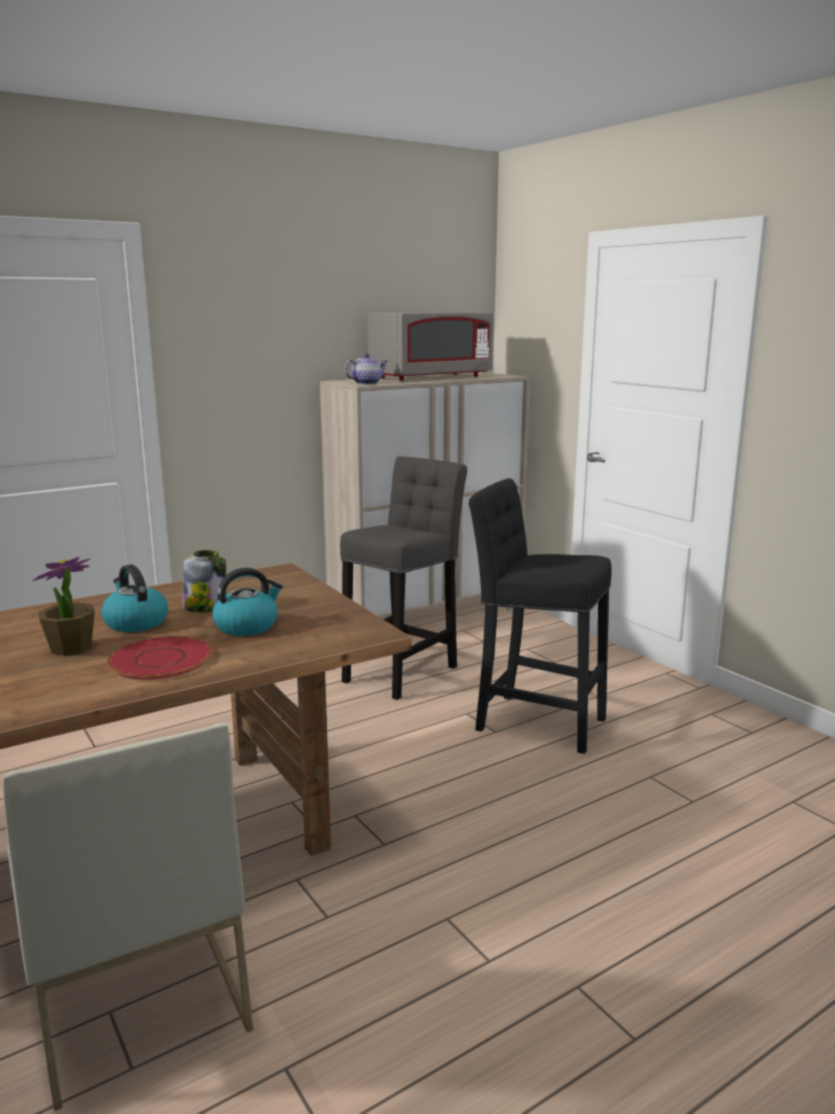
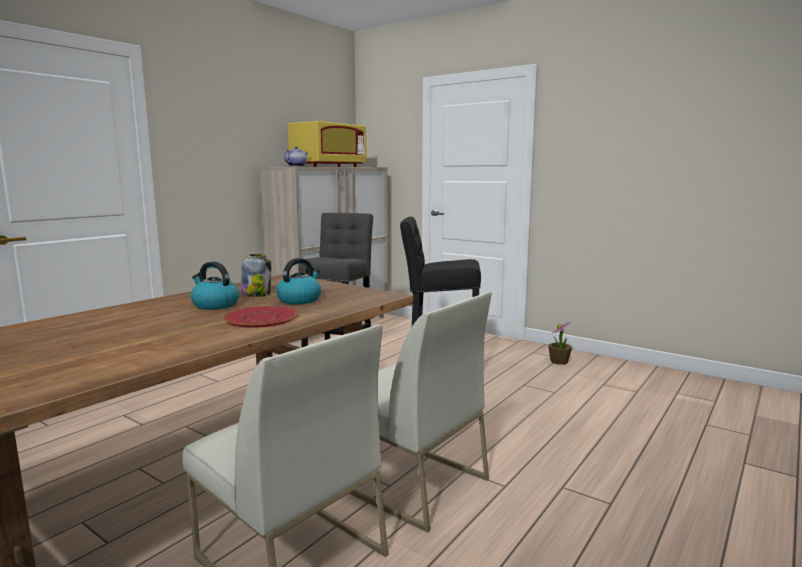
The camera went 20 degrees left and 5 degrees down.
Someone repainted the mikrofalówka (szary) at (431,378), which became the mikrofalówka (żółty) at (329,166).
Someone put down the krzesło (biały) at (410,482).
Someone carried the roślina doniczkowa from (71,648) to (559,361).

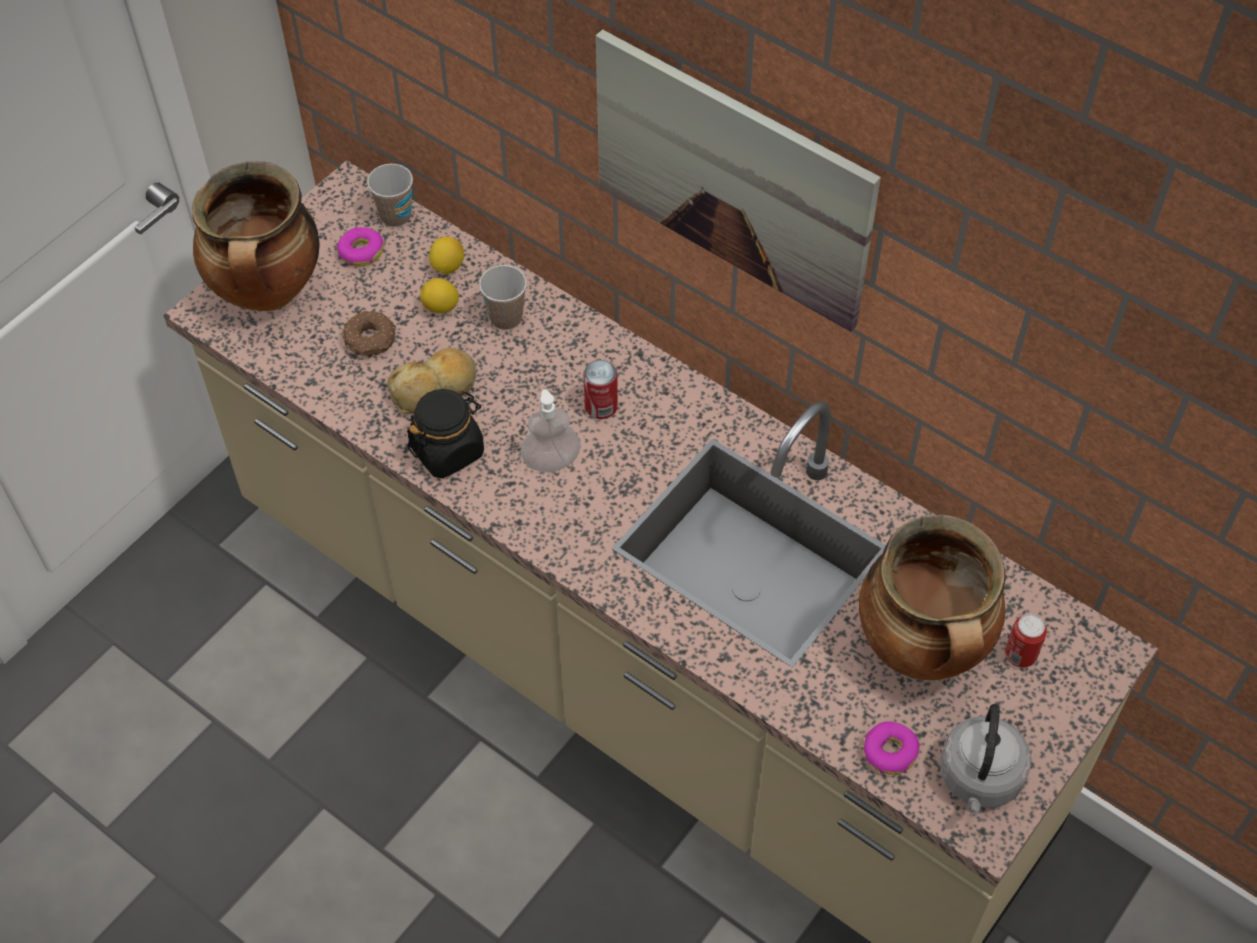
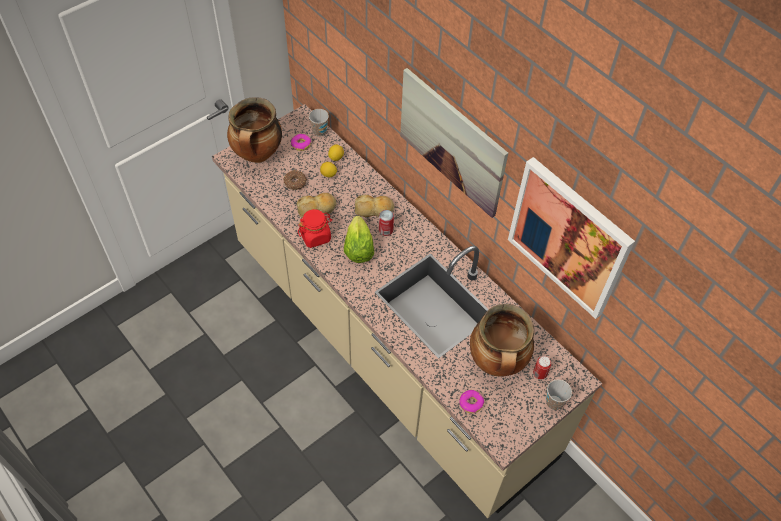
The camera went 10 degrees right and 0 degrees up.
Someone repainted the słoik (czarny) at (448,450), which became the słoik (czerwony) at (315,236).
Someone swapped the dozownik mydła at (551,461) for the sałata at (358,249).
Someone put down the chleb at (374,210).
Someone put up the obraz at (568,237).
Someone carried the filiżanka from (506,318) to (554,402).
Someone took away the czajnik (szary) at (979,779).

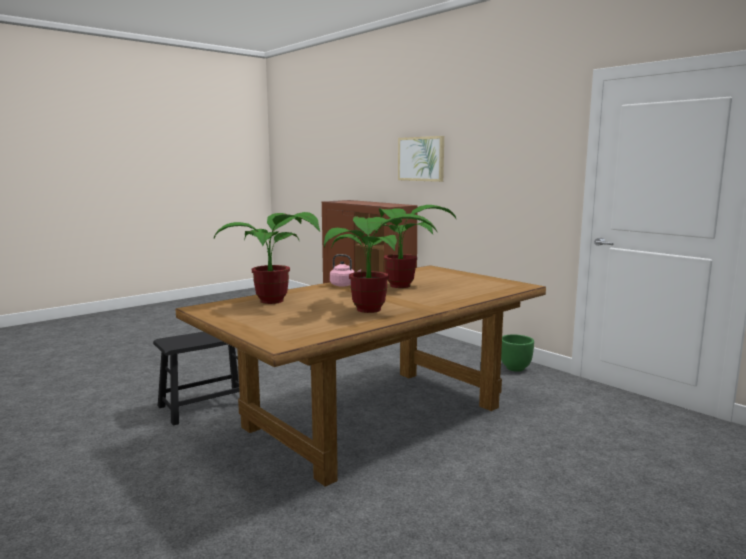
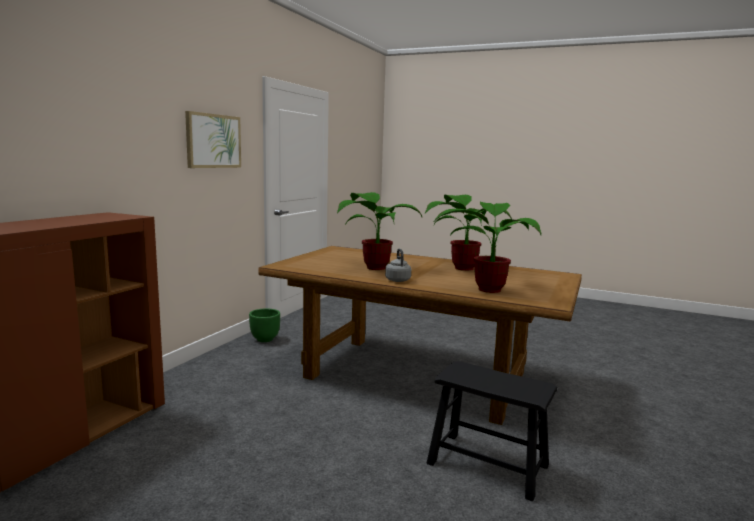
The camera went 115 degrees left and 0 degrees up.
Someone carried the obraz from (421,159) to (213,141).
Someone repainted the czajnik (różowy) at (344,285), which became the czajnik (szary) at (397,280).

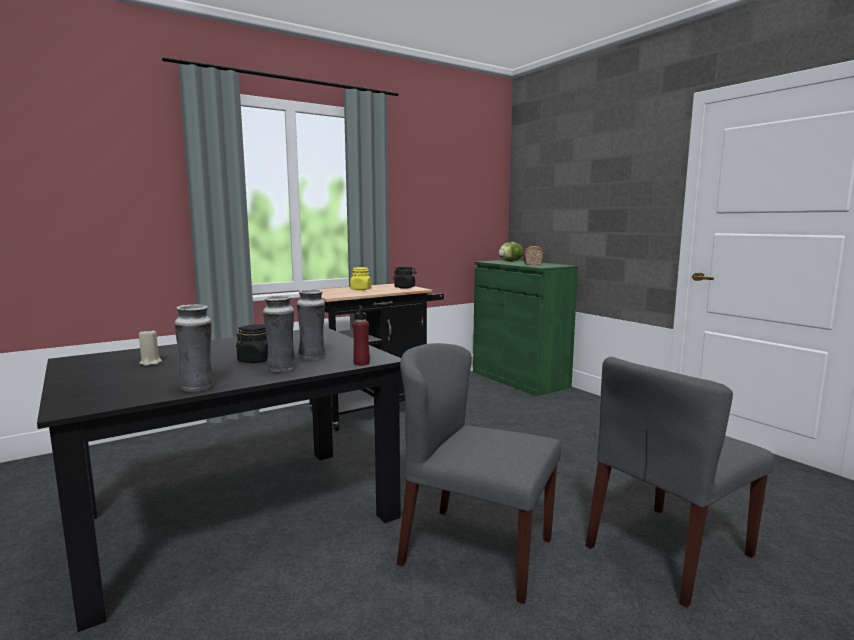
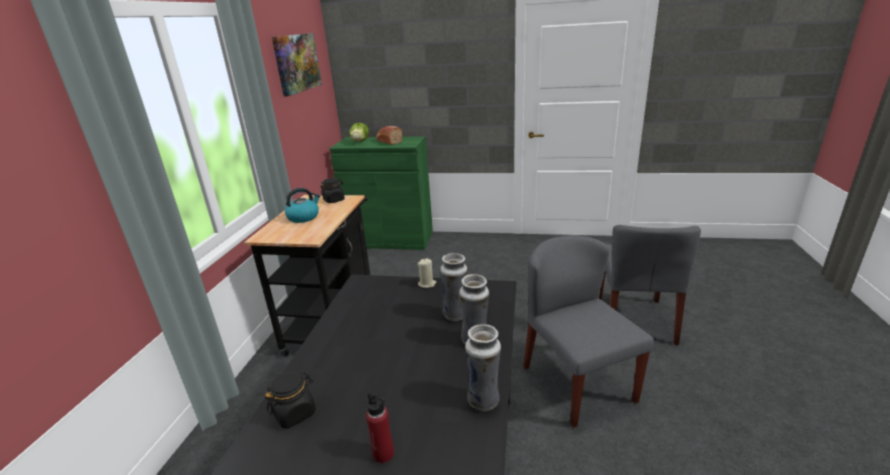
The camera went 45 degrees left and 15 degrees up.
Someone carried the słoik (czarny) from (256,360) to (295,413).
Someone put up the obraz at (296,63).
Someone swapped the słoik (żółty) at (361,289) for the czajnik at (304,217).
Someone carried the butelka (czerwony) from (361,363) to (383,454).
Someone carried the świeca (beżowy) from (151,363) to (427,284).
Someone rotated the krzesło (szary) at (475,551) by 90 degrees clockwise.

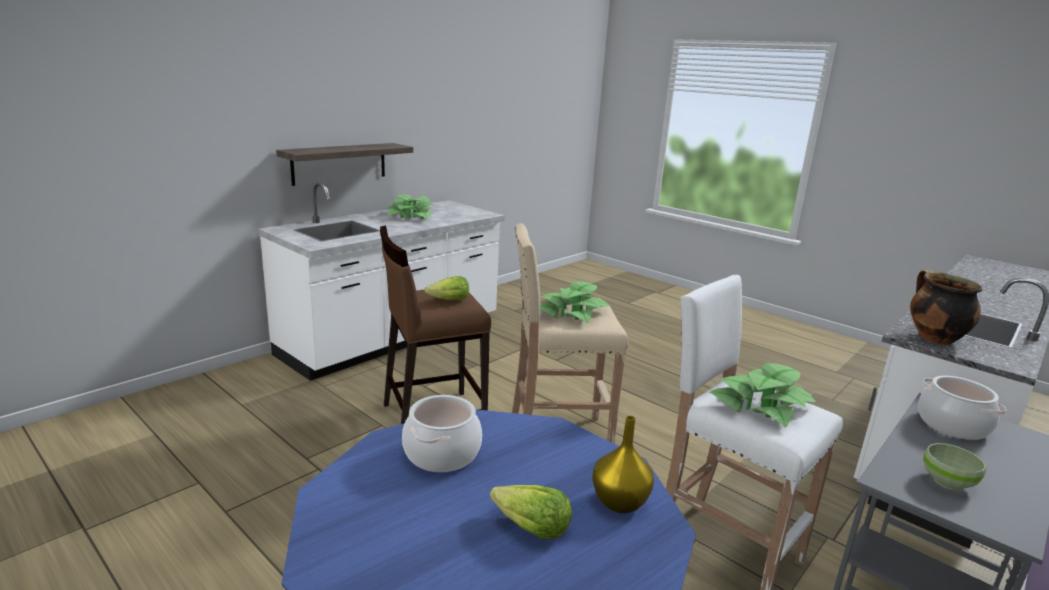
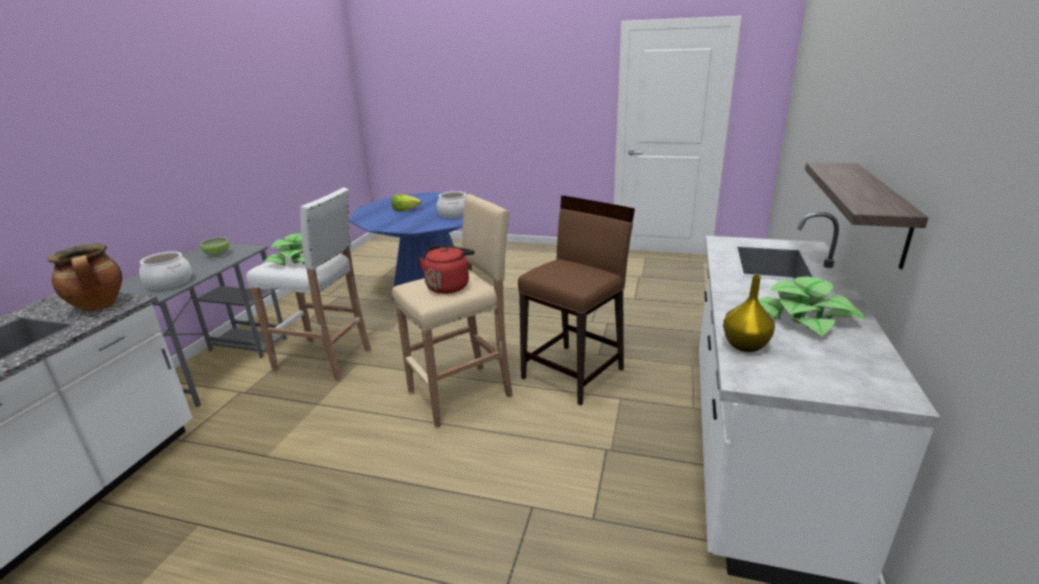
The camera went 155 degrees right and 5 degrees up.
Someone swapped the roślina doniczkowa at (571,313) for the czajnik (czerwony) at (449,286).
Someone carried the wazon (żółty) from (618,503) to (745,345).
Someone took away the sałata at (449,300).

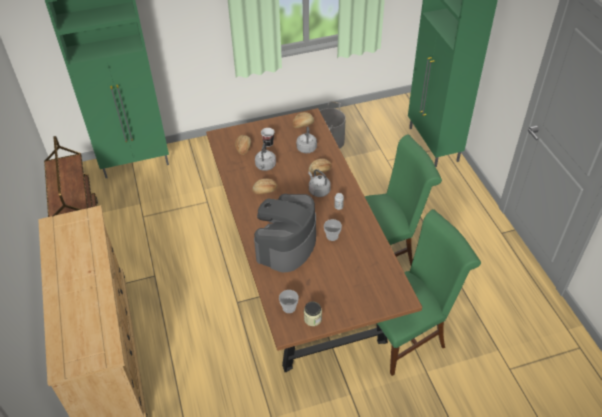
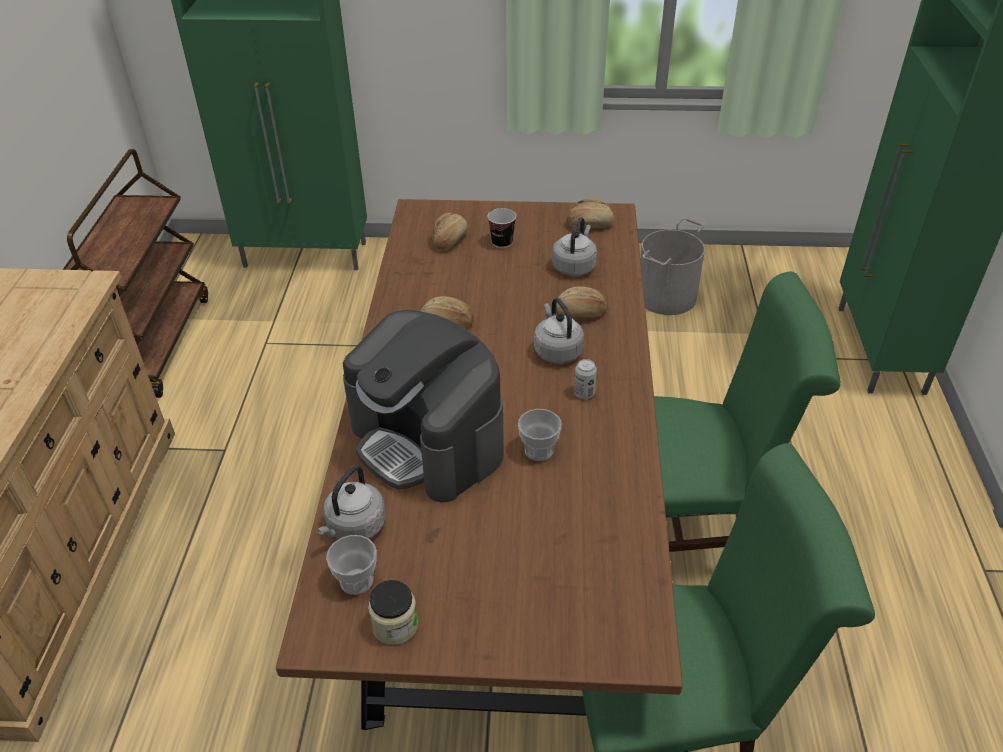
The camera went 20 degrees right and 5 degrees down.
Someone carried the czajnik (szary) from (265,166) to (354,528).
Someone rotated the ekspres do kawy at (286,245) by 90 degrees counterclockwise.

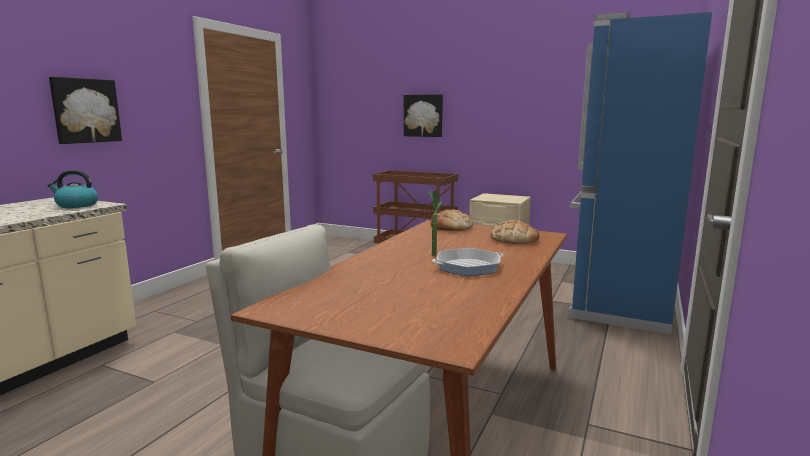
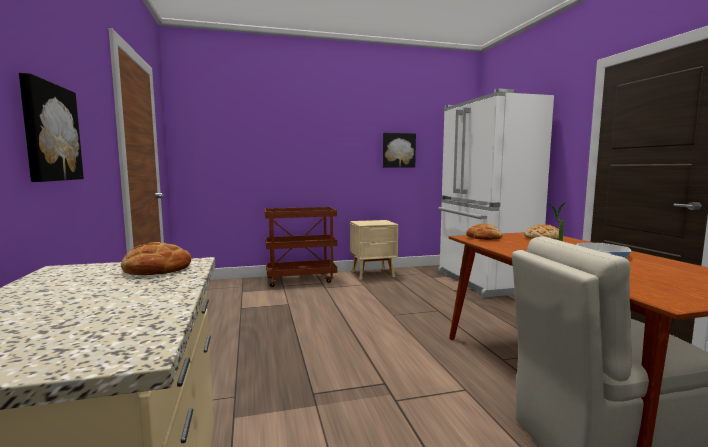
The camera went 40 degrees left and 5 degrees down.
Someone swapped the czajnik at (76,205) for the chleb at (157,268).
Someone carried the obraz from (423,115) to (398,150).
Someone repainted the lodówka (niebieski) at (618,302), which became the lodówka (biały) at (483,282).

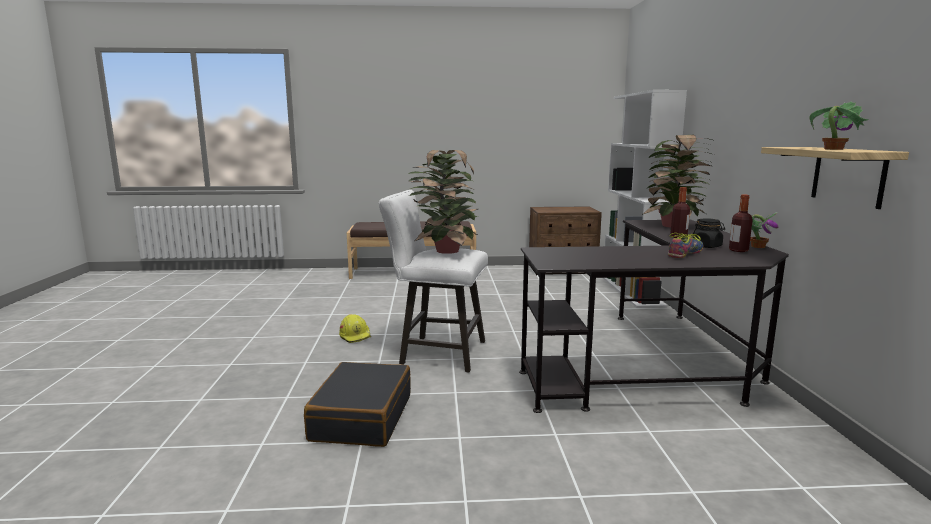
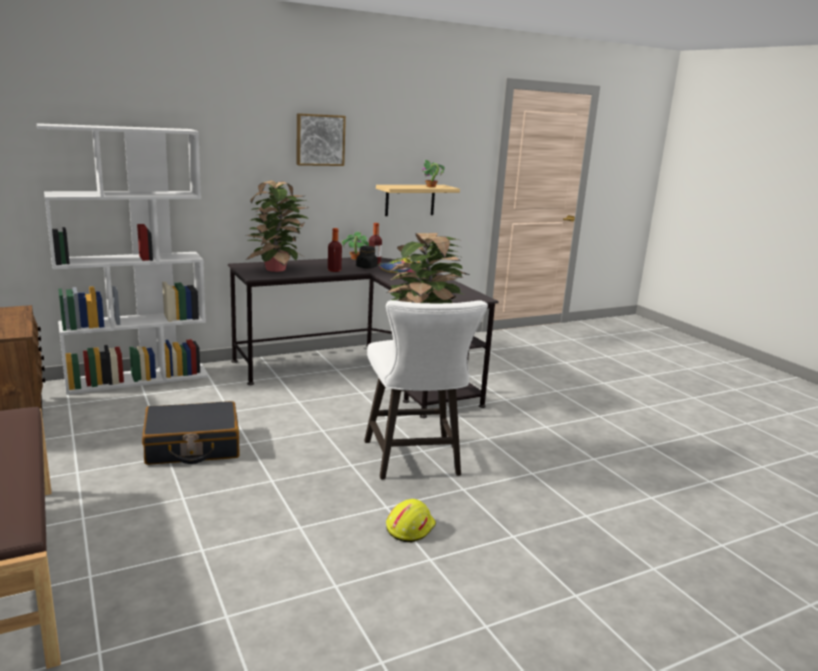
The camera went 115 degrees left and 5 degrees up.
Someone carried the walizka (czarny) from (361,417) to (192,446).
Someone put up the obraz at (320,140).

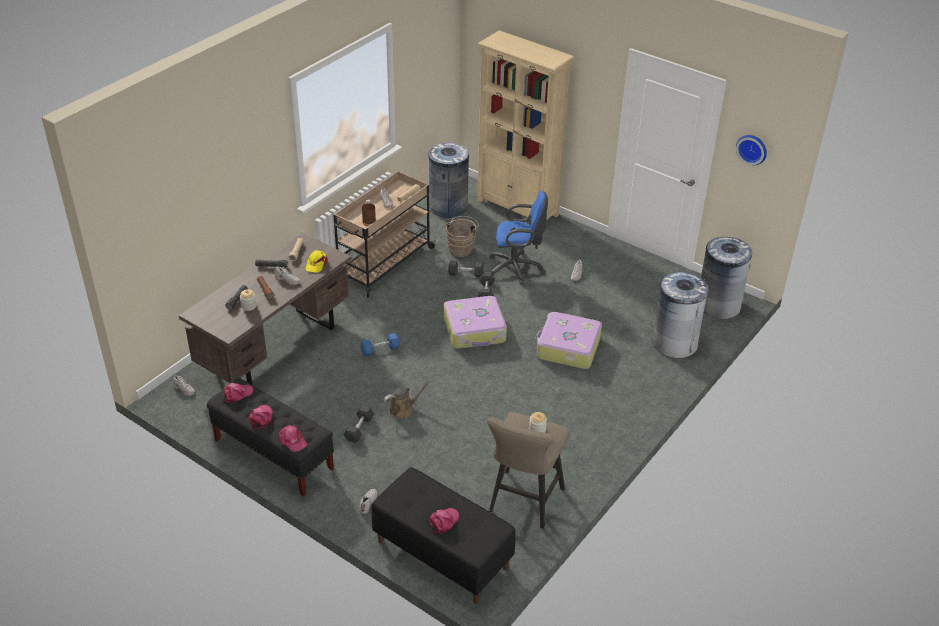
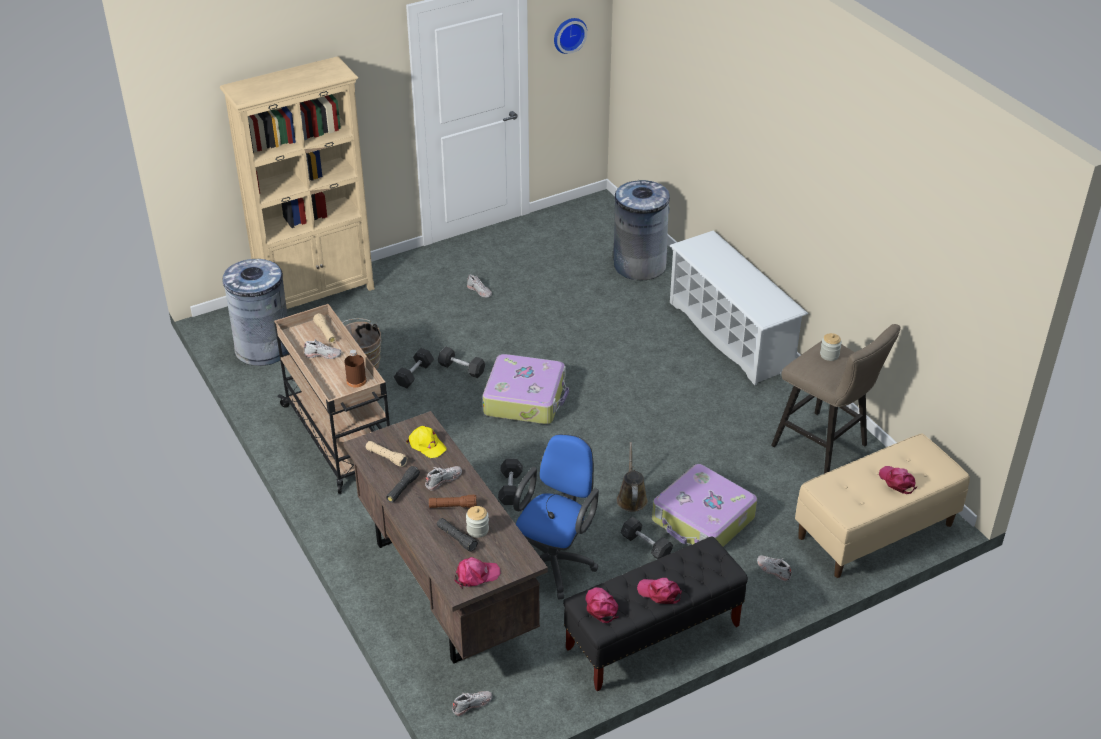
The camera went 65 degrees left and 0 degrees up.
Someone carried the czapka z daszkiem (różowy) from (292,440) to (476,575).
Someone repainted the hantel (niebieski) at (380,350), which became the hantel (szary) at (510,488).
Someone carried the krzesło biurowe (niebieski) from (517,268) to (555,562).
Someone carried the walizka from (567,348) to (703,520).
Someone put down the regał na buty (biały) at (731,335).
Someone repainted the ławka (czarny) at (441,554), which became the ławka (beżowy) at (875,531).
Someone took away the kosz na śmieci (szary) at (718,305).

